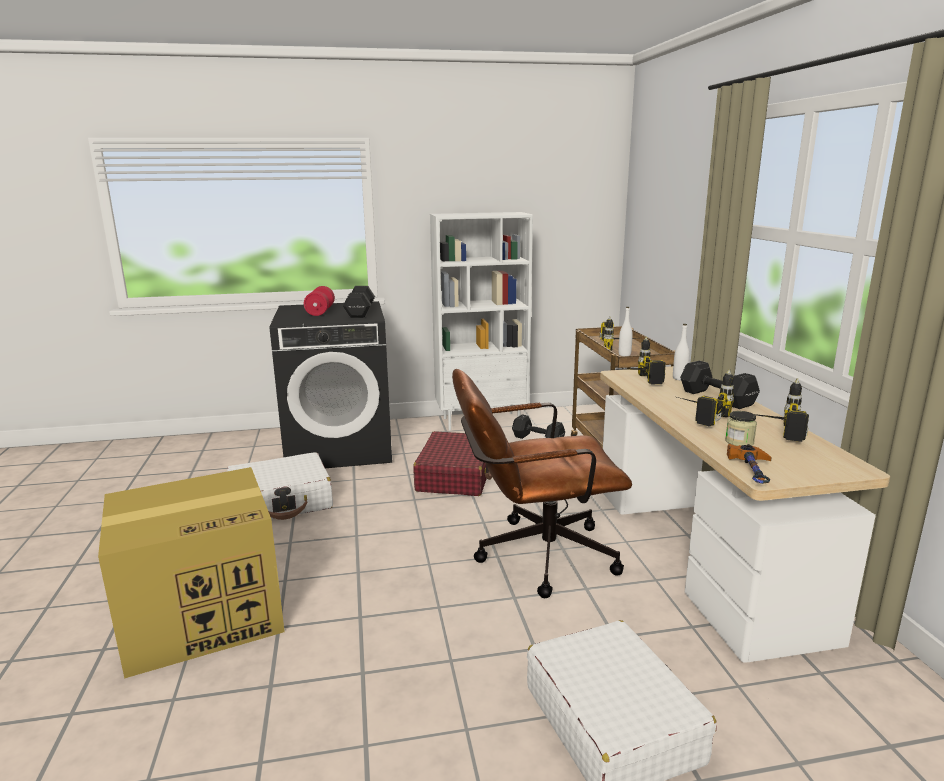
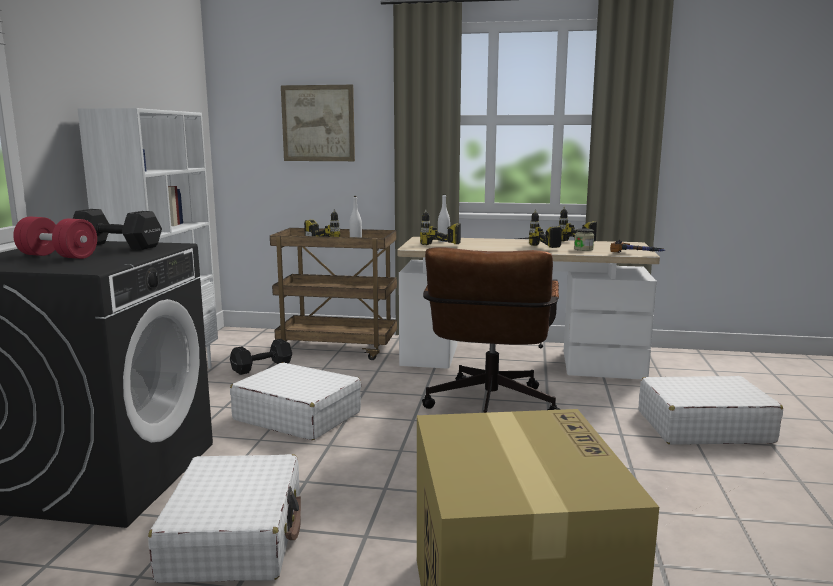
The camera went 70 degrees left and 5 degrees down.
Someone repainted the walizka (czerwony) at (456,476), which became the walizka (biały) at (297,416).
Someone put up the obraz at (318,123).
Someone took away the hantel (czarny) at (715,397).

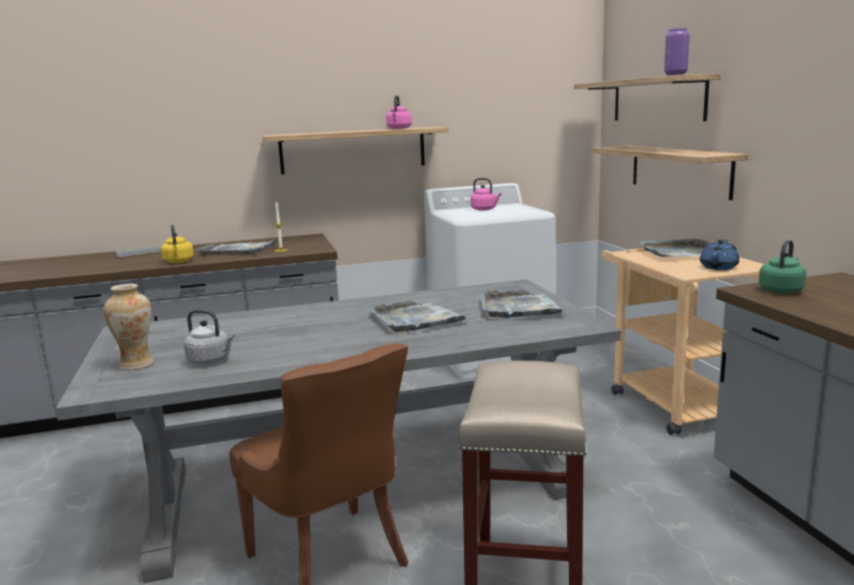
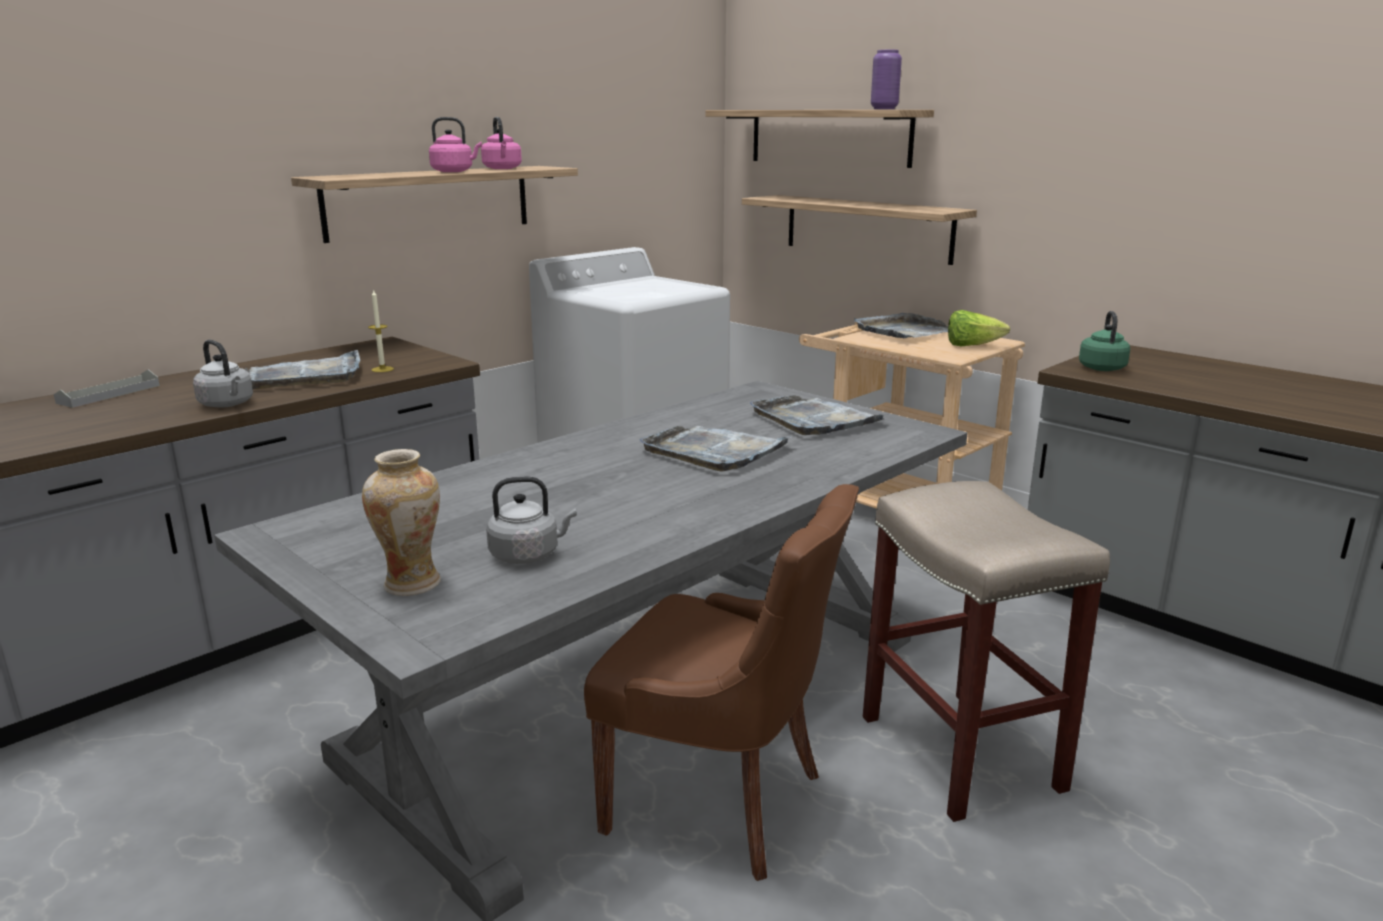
The camera went 30 degrees left and 5 degrees up.
Someone repainted the czajnik (żółty) at (178,262), which became the czajnik (szary) at (228,404).
Someone carried the czajnik (różowy) from (485,209) to (454,171).
Someone swapped the imbryk (niebieski) at (719,267) for the sałata at (972,346).

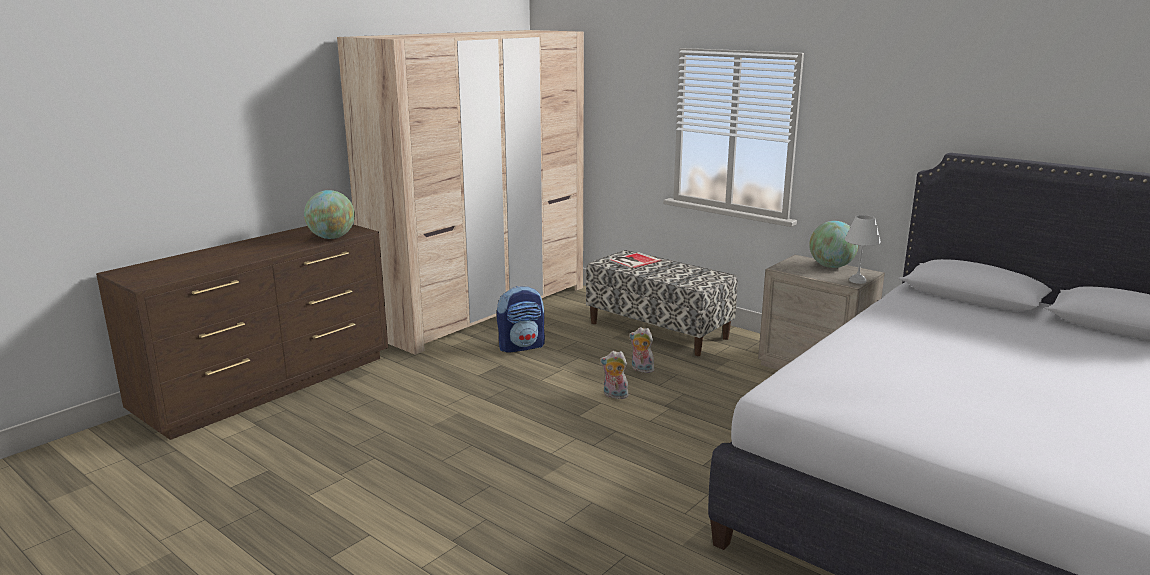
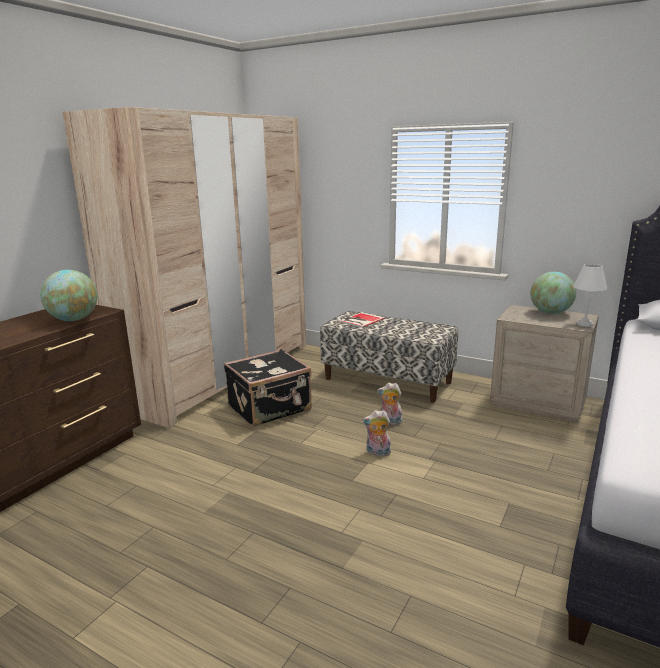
The camera went 10 degrees left and 0 degrees up.
Someone swapped the plecak at (521,346) for the walizka (czarny) at (270,408).

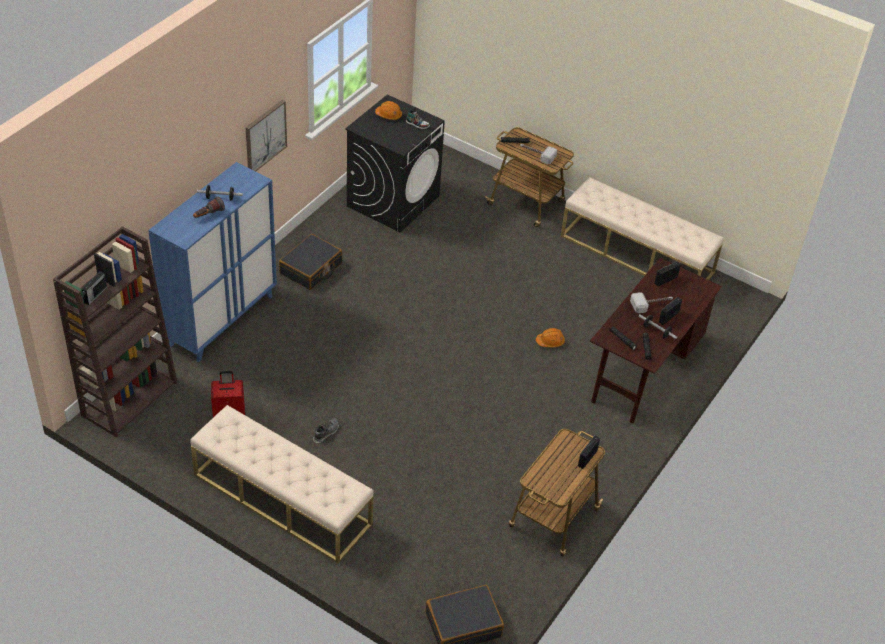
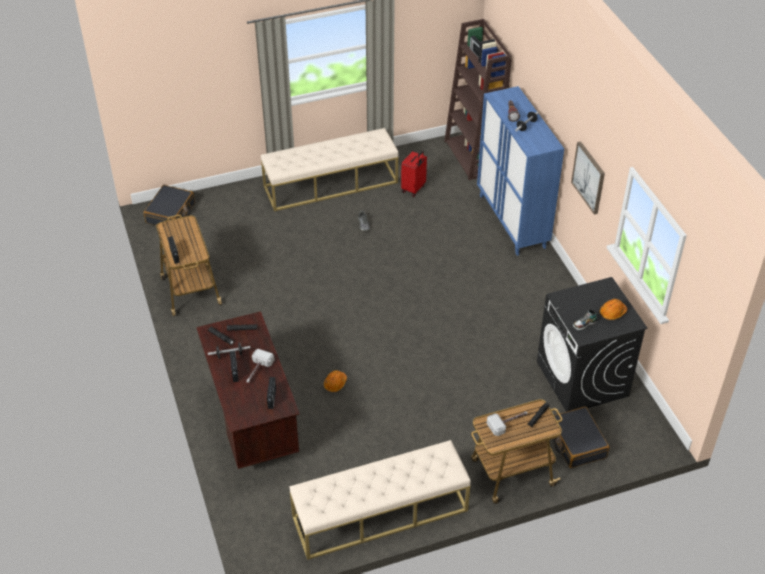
The camera went 130 degrees right and 0 degrees up.
Someone carried the walizka (czarny) from (311,268) to (576,443).

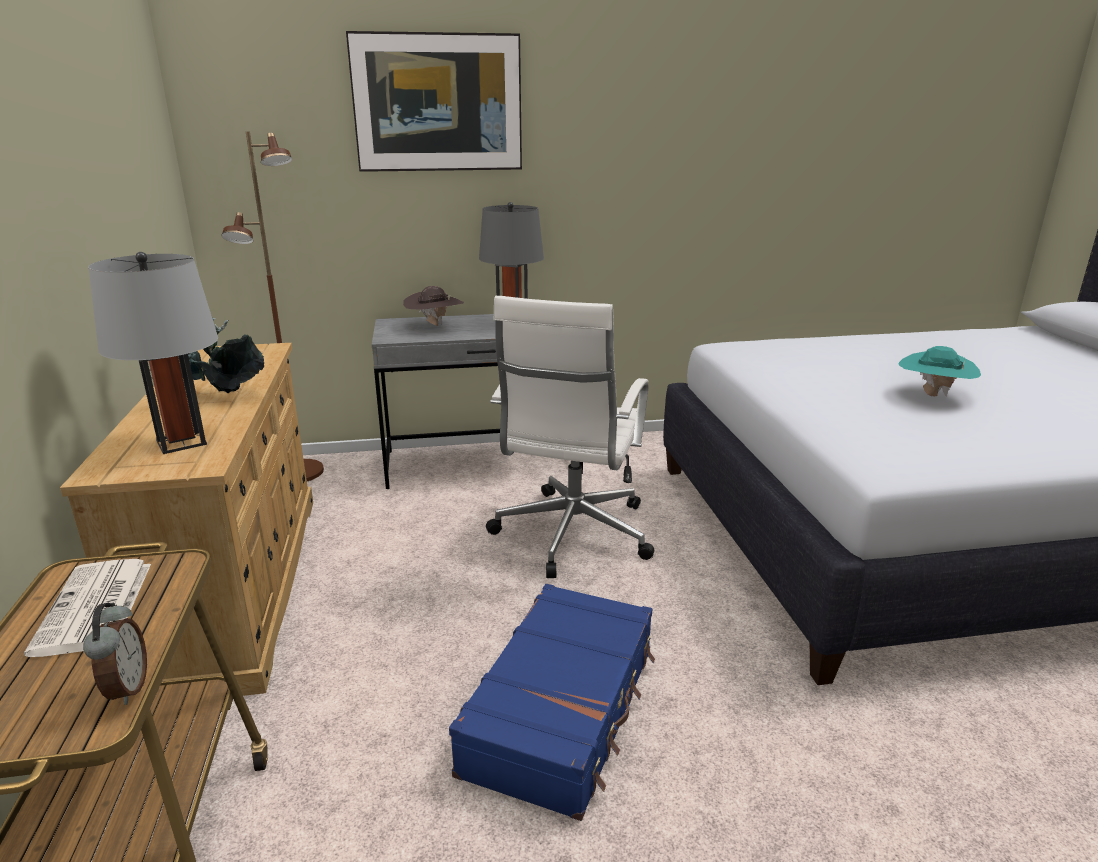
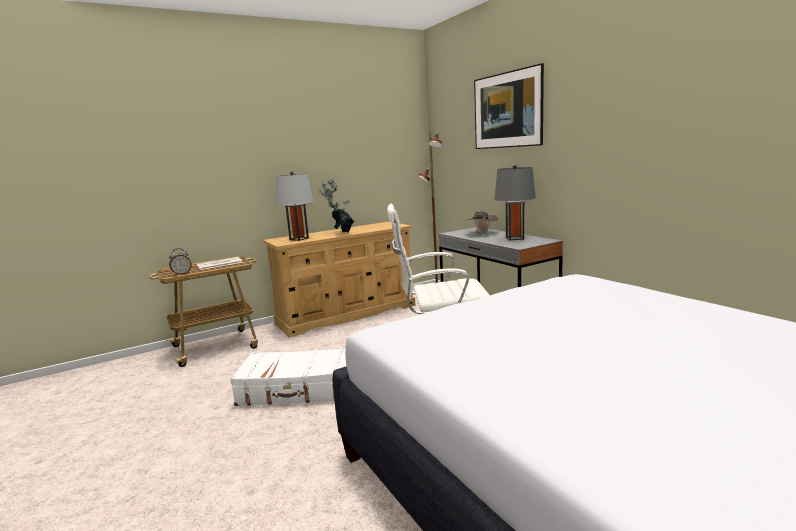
The camera went 70 degrees right and 10 degrees down.
Someone repainted the walizka (niebieski) at (563,709), which became the walizka (biały) at (298,389).
Someone took away the kapelusz (turkusowy) at (932,396).

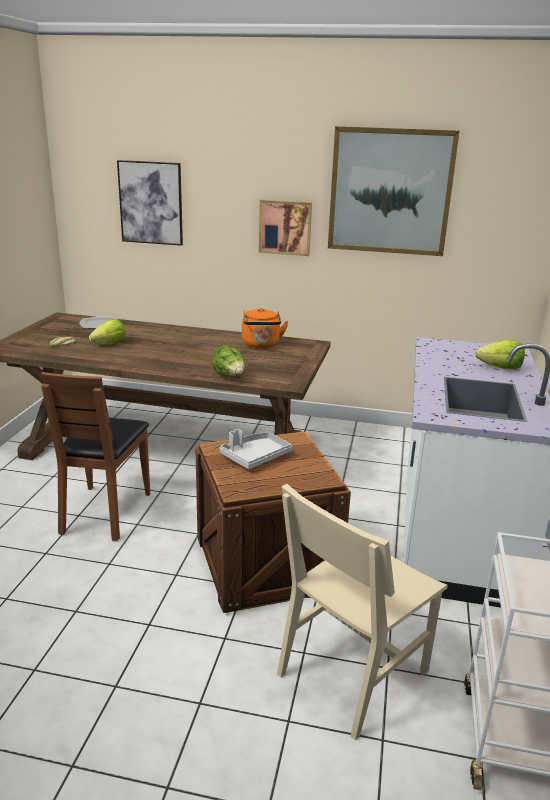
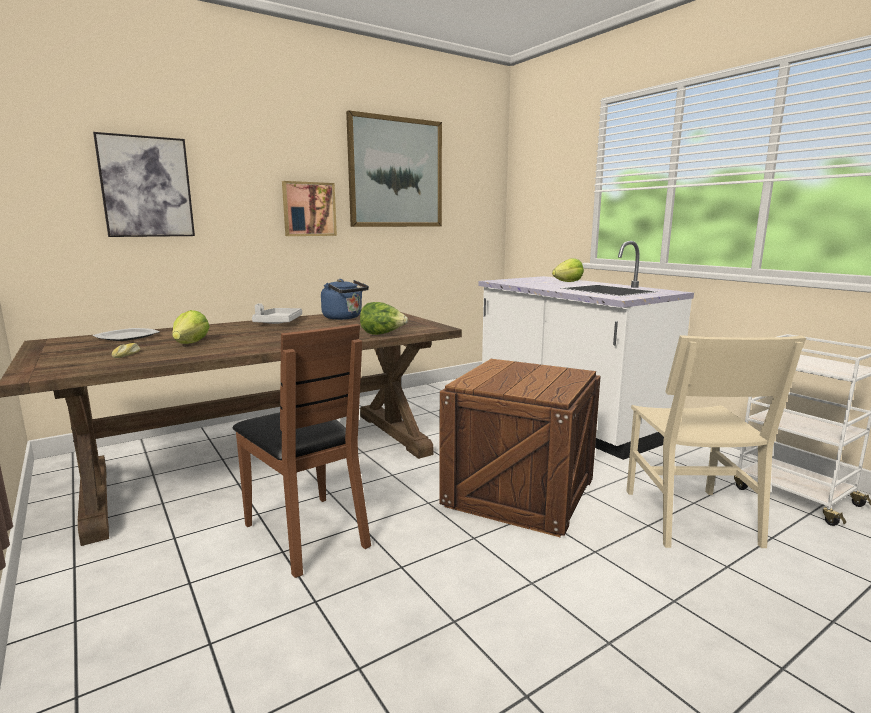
The camera went 45 degrees left and 10 degrees down.
Someone carried the taca (szary) from (255,457) to (278,322).
Someone repainted the czajnik (pomarańczowy) at (261,345), which became the czajnik (niebieski) at (344,318).

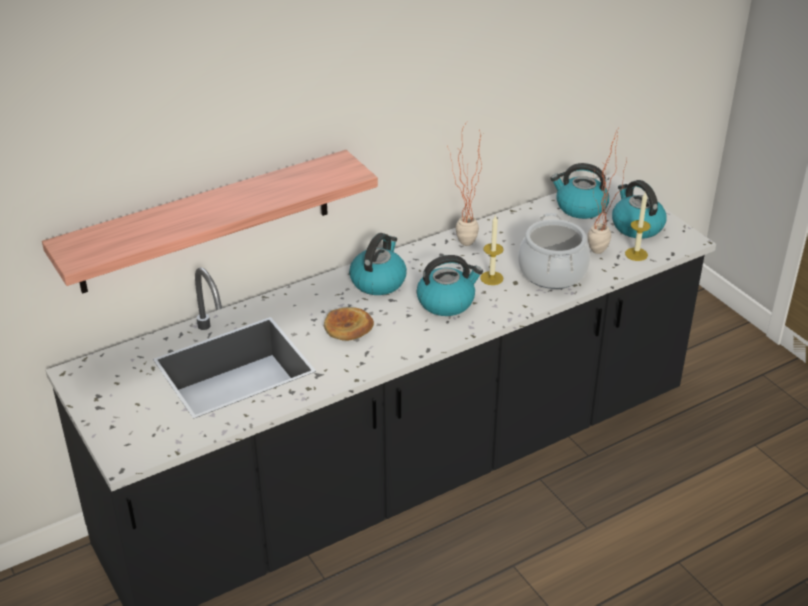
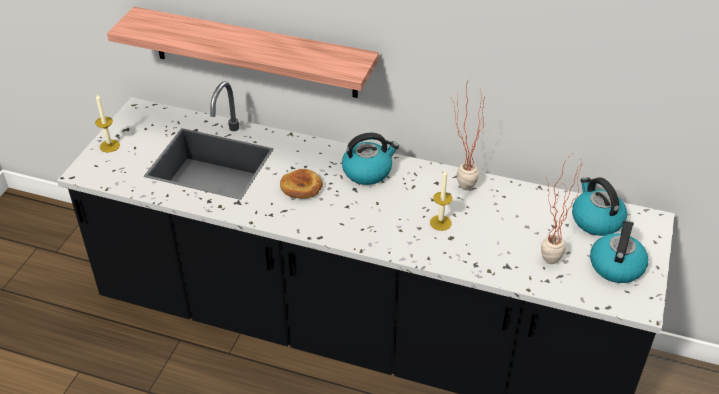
The camera went 50 degrees right and 5 degrees up.
Someone carried the świeca from (636,254) to (109,146).
Someone took away the czajnik at (446,302).
Someone took away the garnek at (552,272).

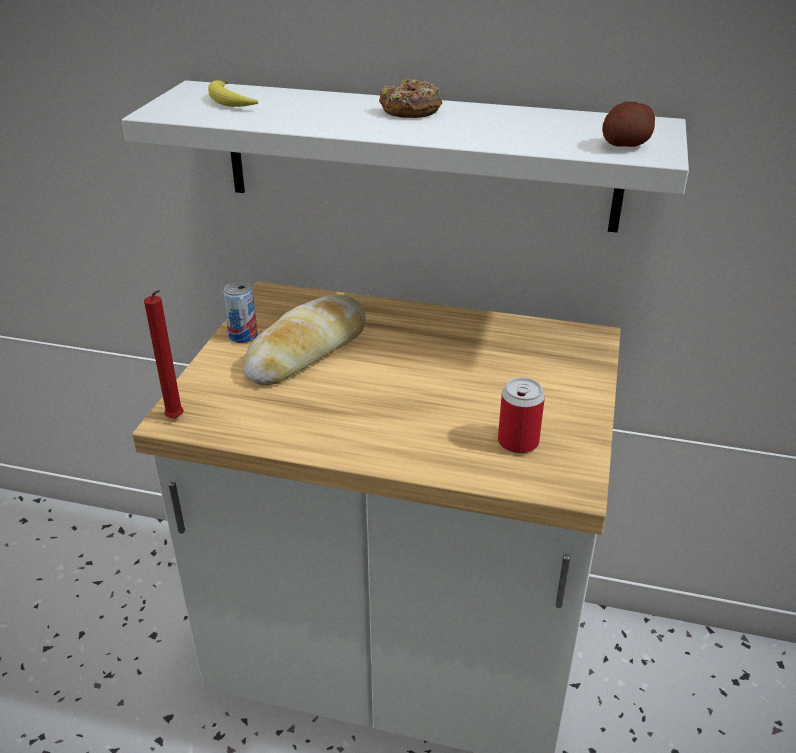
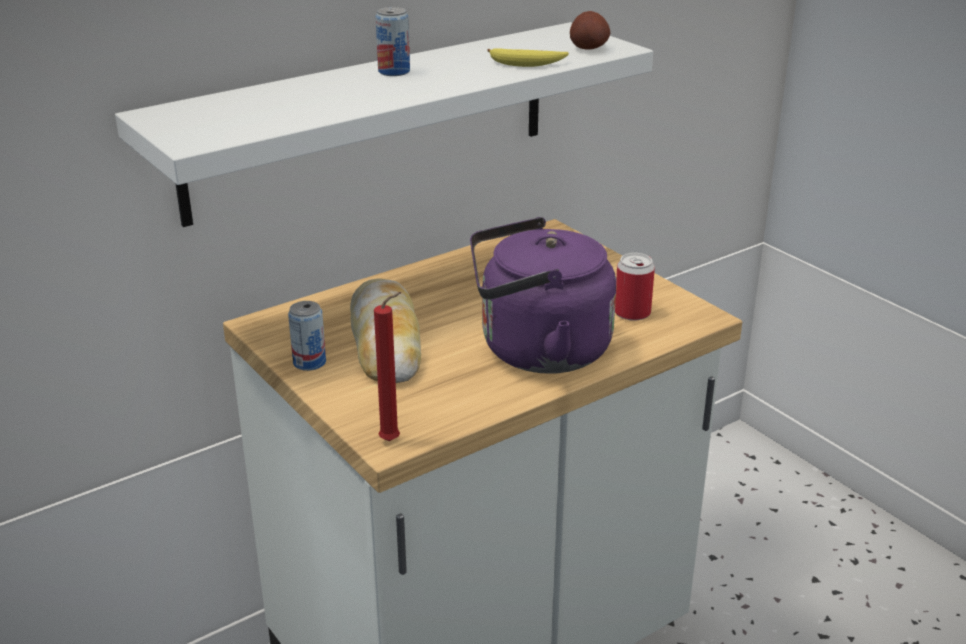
The camera went 50 degrees left and 5 degrees down.
Someone swapped the donut at (411,110) for the puszka at (394,71).
Someone put down the czajnik (fioletowy) at (537,351).
Someone carried the banan from (230,102) to (527,63).

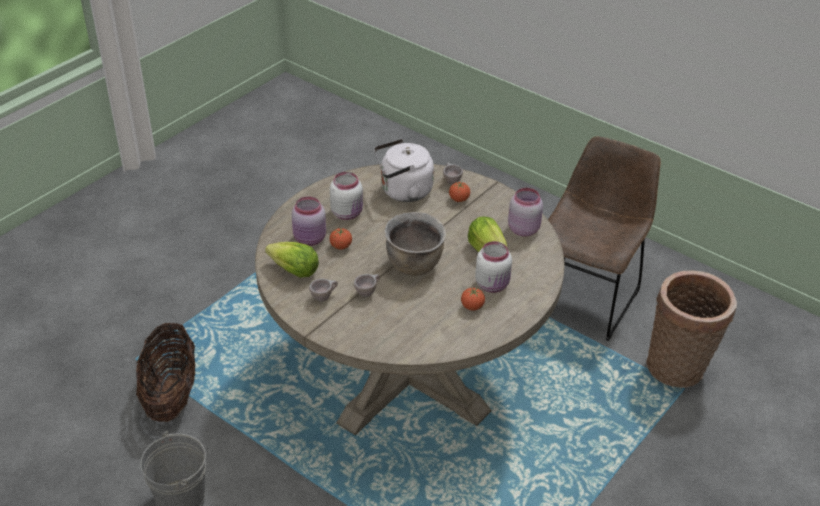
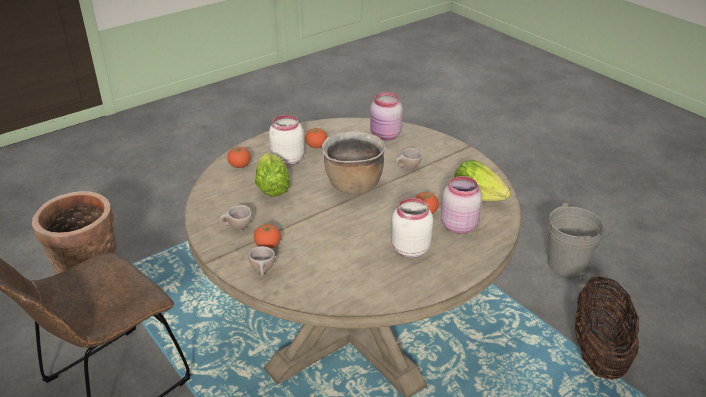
The camera went 165 degrees left and 5 degrees down.
Someone carried the filiżanka (beżowy) from (324,297) to (237,228).
Someone put down the pomidor at (239,166).
Someone carried the słoik (różowy) from (523,229) to (385,136).
Someone took away the czajnik (biały) at (403,191).

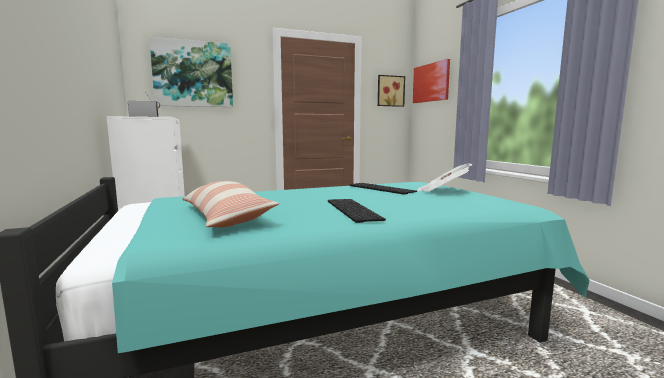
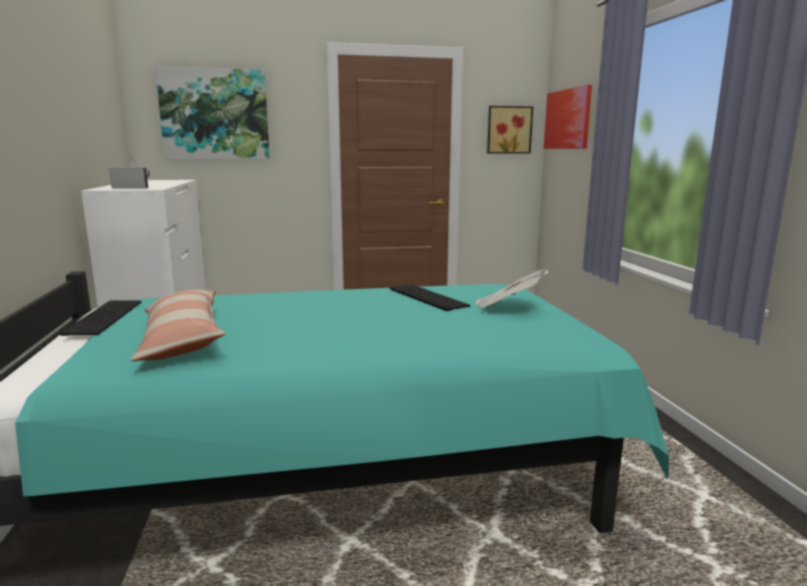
The camera went 10 degrees right and 5 degrees up.
Someone carried the klawiatura from (351,210) to (103,317).

